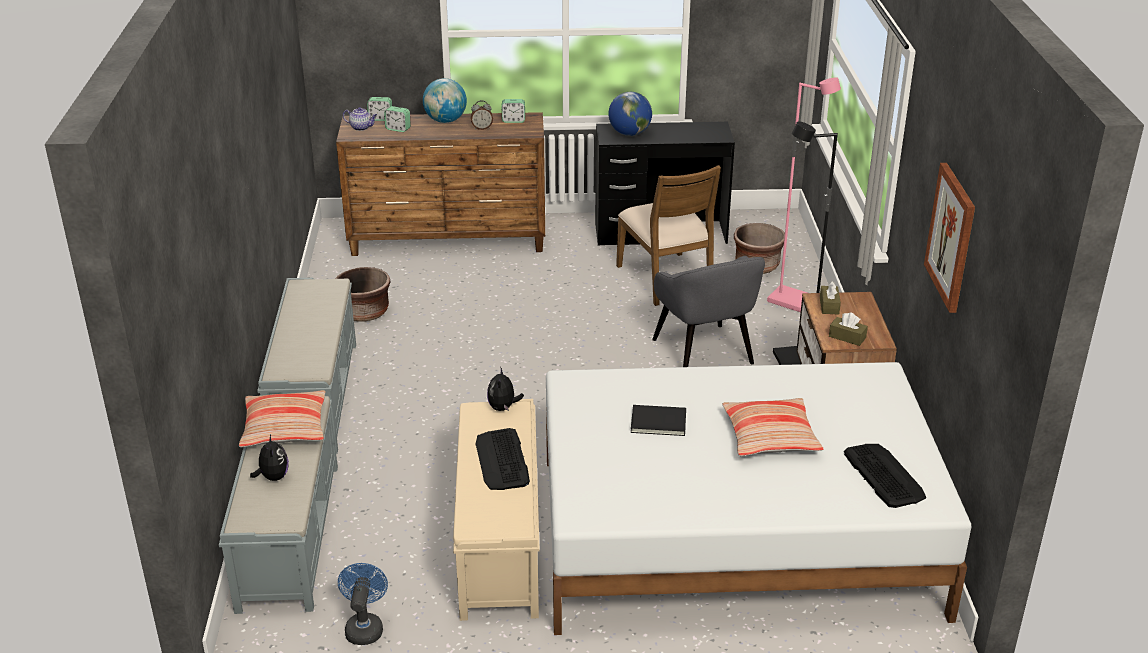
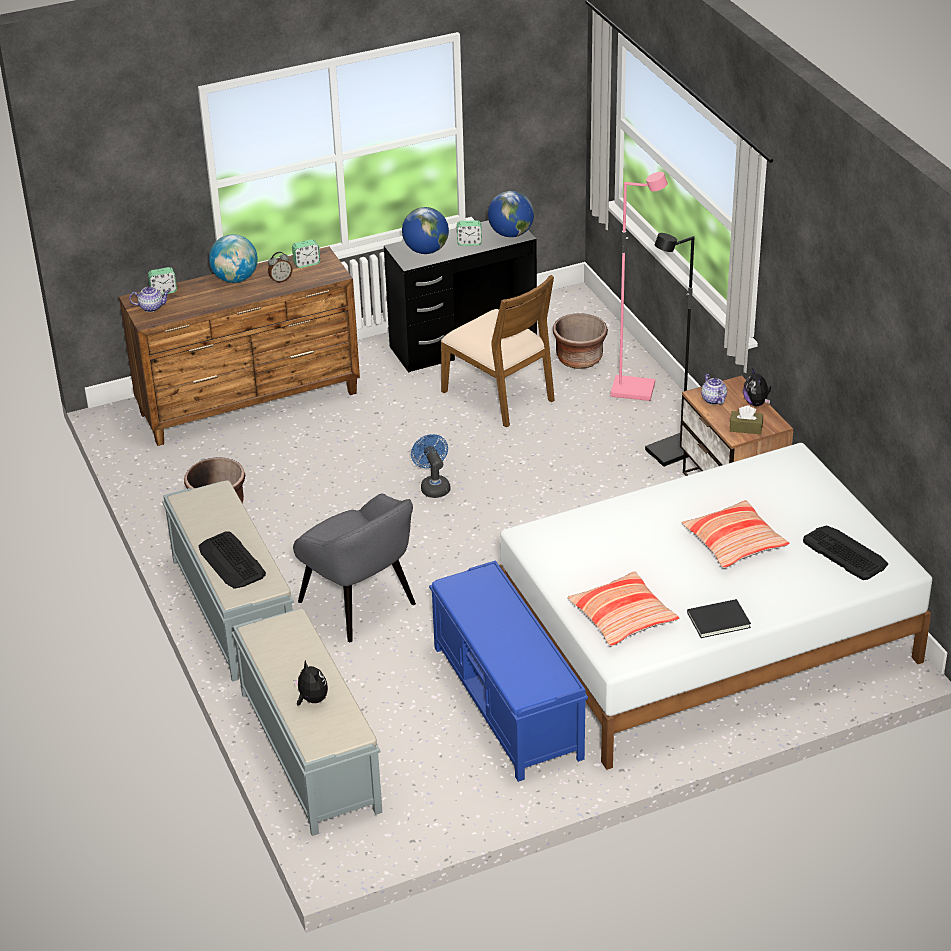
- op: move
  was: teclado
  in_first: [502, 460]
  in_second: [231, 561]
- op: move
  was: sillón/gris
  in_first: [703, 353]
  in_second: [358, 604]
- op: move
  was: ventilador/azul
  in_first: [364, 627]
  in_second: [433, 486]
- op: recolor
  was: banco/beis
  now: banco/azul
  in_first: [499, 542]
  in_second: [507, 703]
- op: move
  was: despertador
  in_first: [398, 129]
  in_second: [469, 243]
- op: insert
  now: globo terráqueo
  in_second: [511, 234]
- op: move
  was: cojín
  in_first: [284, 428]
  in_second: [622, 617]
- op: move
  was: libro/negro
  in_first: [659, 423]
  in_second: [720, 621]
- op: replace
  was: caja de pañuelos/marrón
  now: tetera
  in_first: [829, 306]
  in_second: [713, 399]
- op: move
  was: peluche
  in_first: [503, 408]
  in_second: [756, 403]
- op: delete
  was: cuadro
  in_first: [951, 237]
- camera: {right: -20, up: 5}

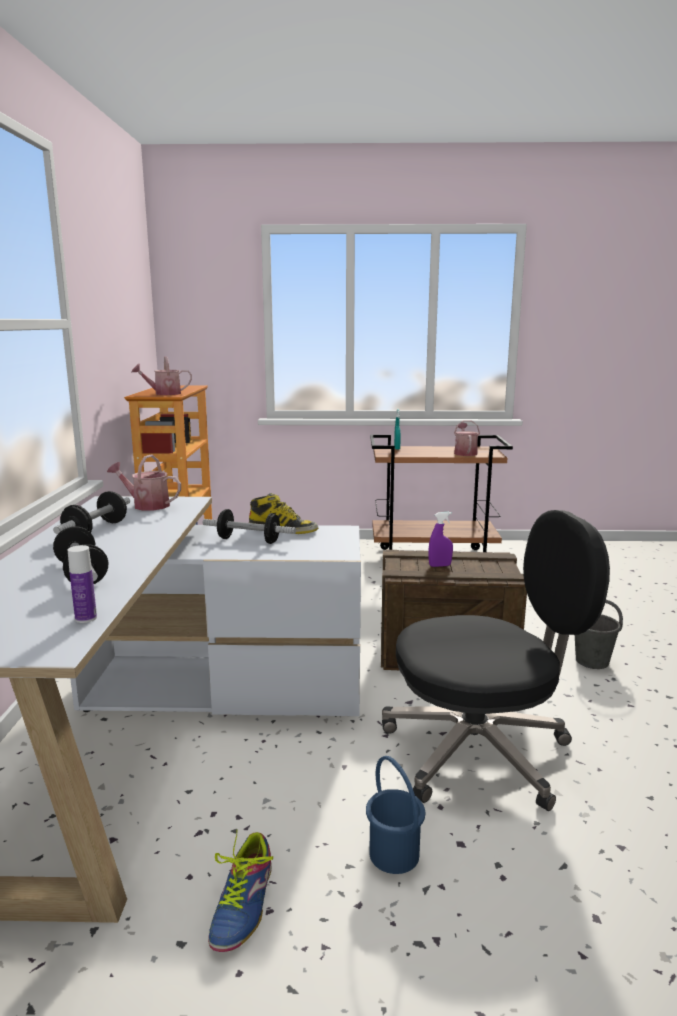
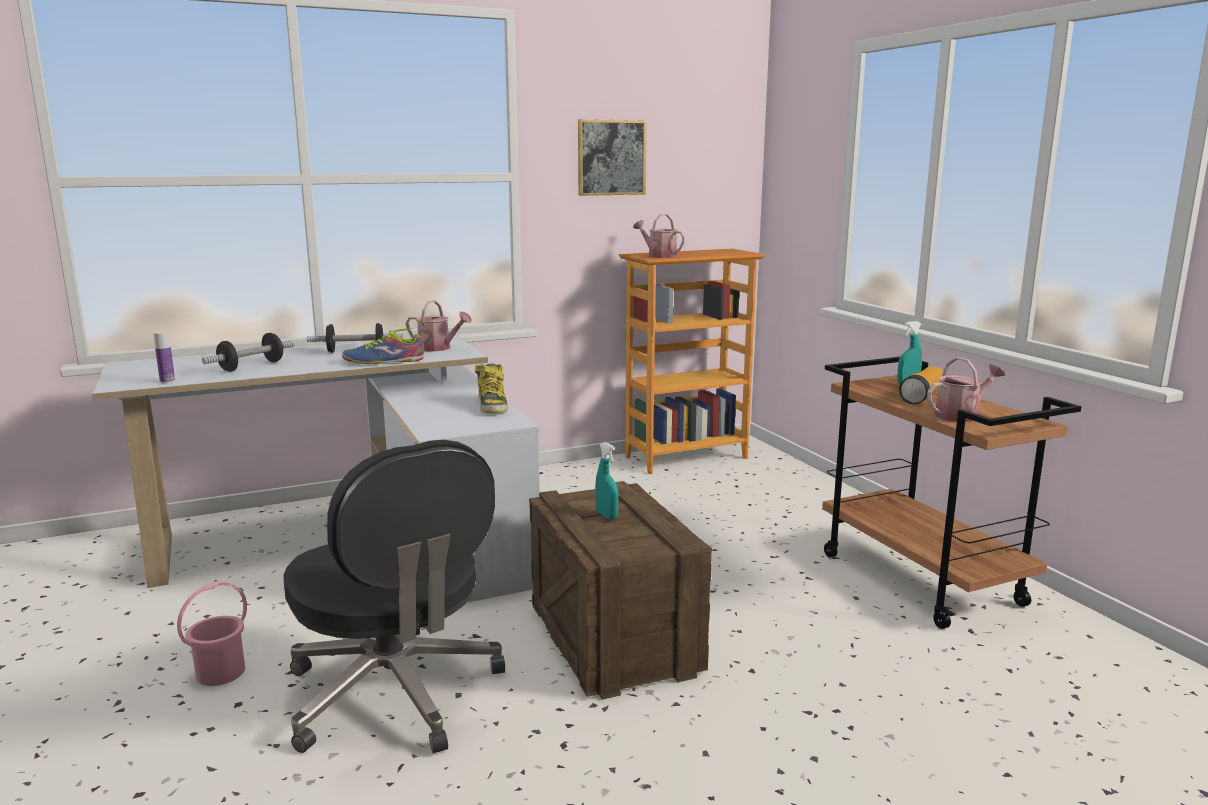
- op: recolor
  was: cubo/azul
  now: cubo/rosa
  in_first: [393, 854]
  in_second: [219, 672]
- op: move
  was: zapato
  in_first: [243, 904]
  in_second: [384, 361]
- op: rotate
  was: regadera
  in_first: [147, 505]
  in_second: [438, 348]
  clockwise: 120
- op: insert
  now: cuadro
  in_second: [611, 157]
- op: recolor
  was: pulverizador/morado
  now: pulverizador/turquesa
  in_first: [440, 565]
  in_second: [606, 515]
- op: insert
  now: linterna
  in_second: [922, 396]
- op: delete
  was: mancuerna
  in_first: [249, 540]
- op: delete
  was: cubo/gris
  in_first: [592, 661]
- camera: {right: 65, up: 0}

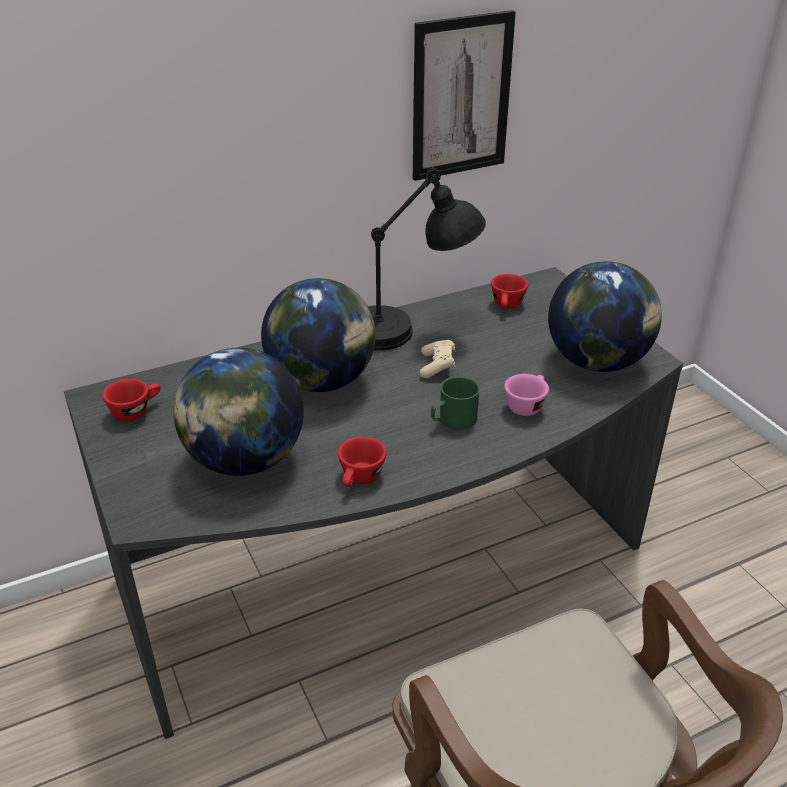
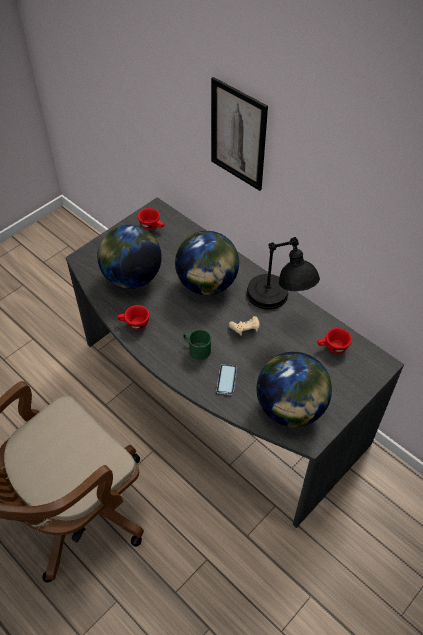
- op: move
  was: cuadro
  in_first: [461, 97]
  in_second: [238, 135]
- op: replace
  was: taza/rosa
  now: móvil
  in_first: [526, 405]
  in_second: [226, 380]
- camera: {right: 70, up: 15}

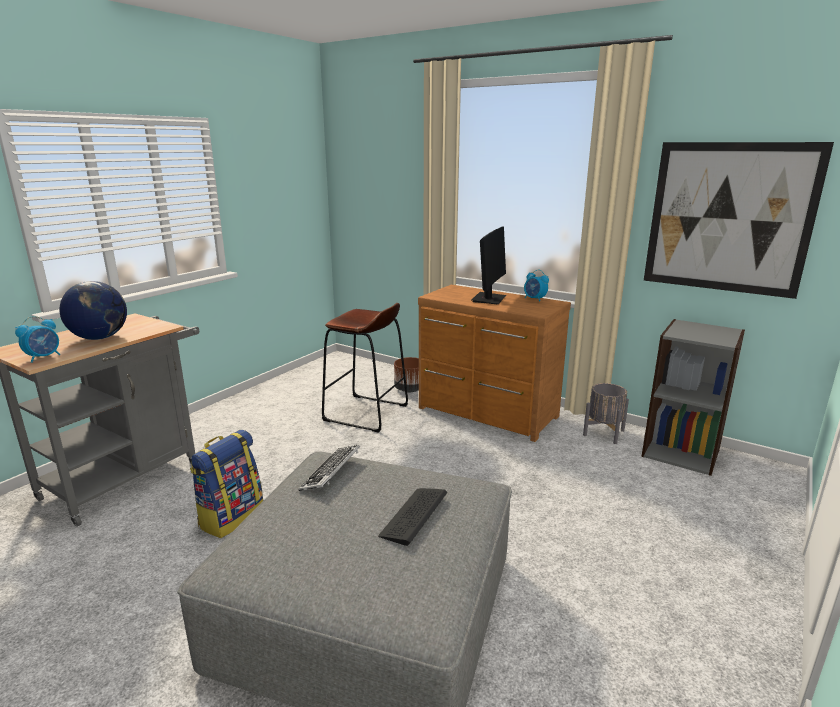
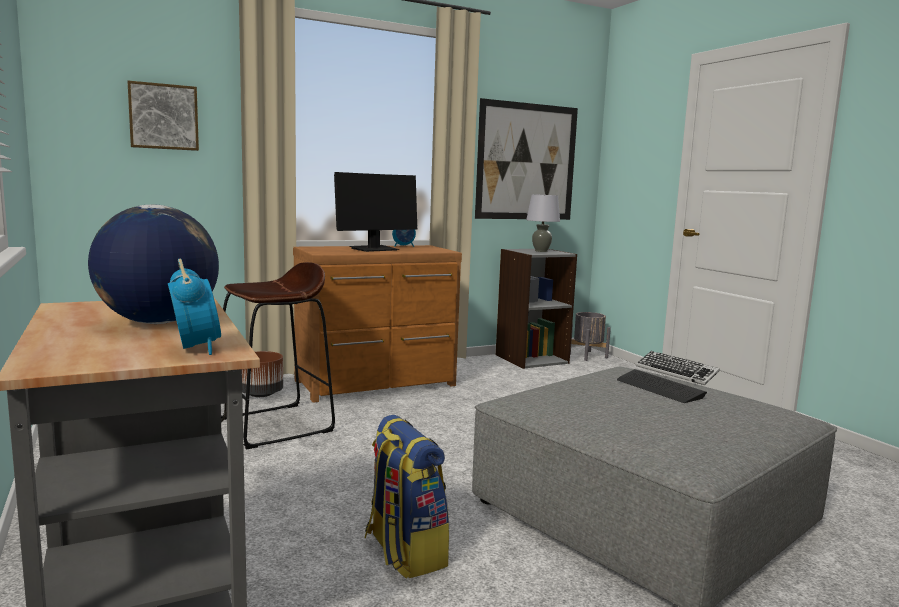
- op: insert
  now: cuadro
  in_second: [163, 117]
- op: rotate
  was: monitor
  in_first: [489, 299]
  in_second: [374, 249]
  clockwise: 90
- op: insert
  now: lámpara de mesa/gris
  in_second: [541, 251]
- op: move
  was: maceta/gris
  in_first: [603, 433]
  in_second: [587, 355]
- op: move
  was: teclado
  in_first: [331, 472]
  in_second: [676, 373]
- camera: {right: -60, up: -10}

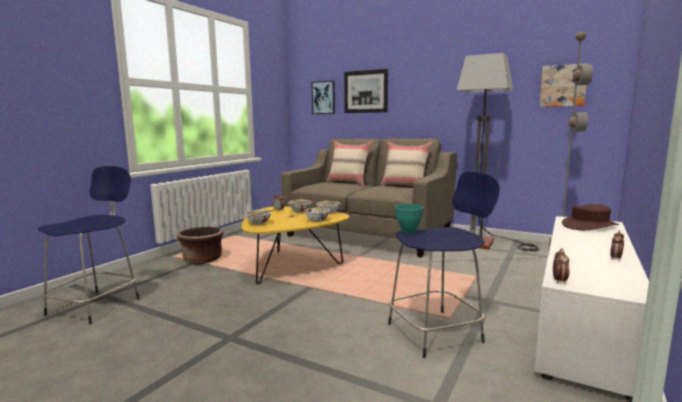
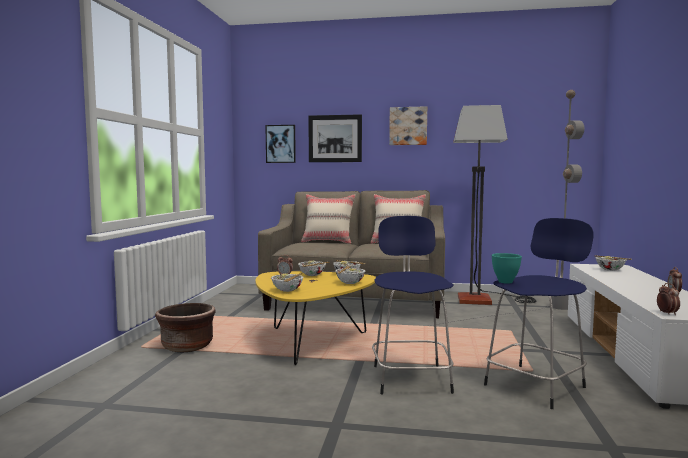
- op: move
  was: taburete/azul
  in_first: [97, 305]
  in_second: [410, 377]
- op: move
  was: cuadro
  in_first: [563, 86]
  in_second: [408, 126]
- op: replace
  was: sombrero/marrón
  now: cuenco
  in_first: [589, 226]
  in_second: [610, 269]
- camera: {right: -20, up: -5}

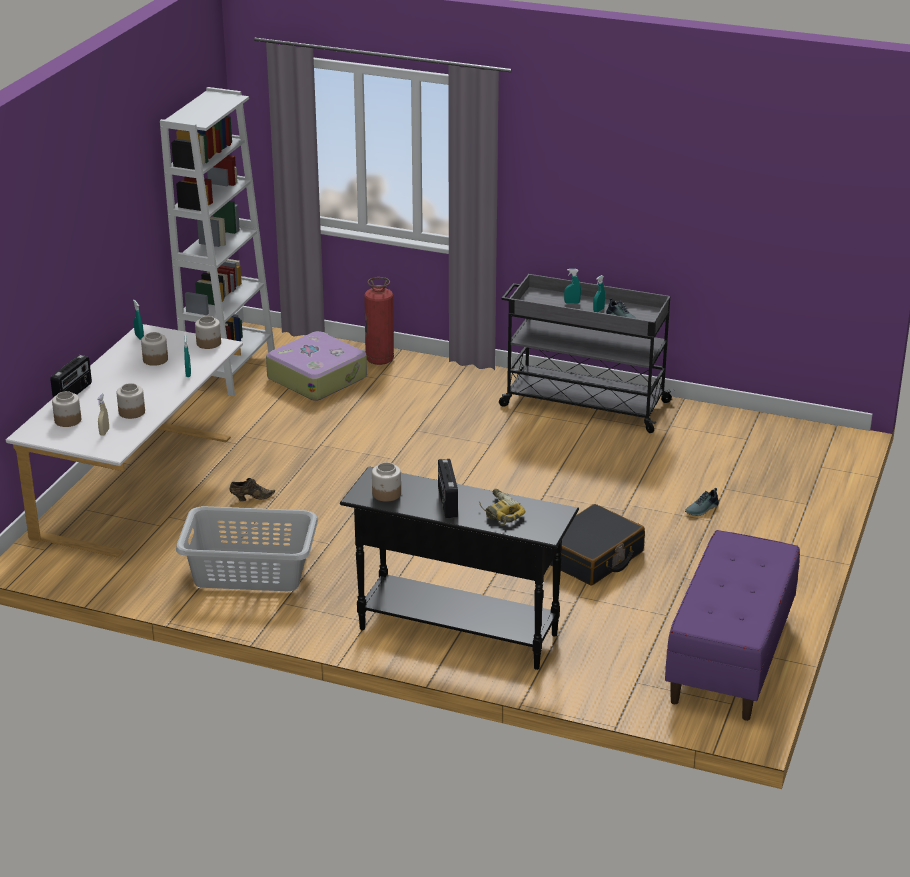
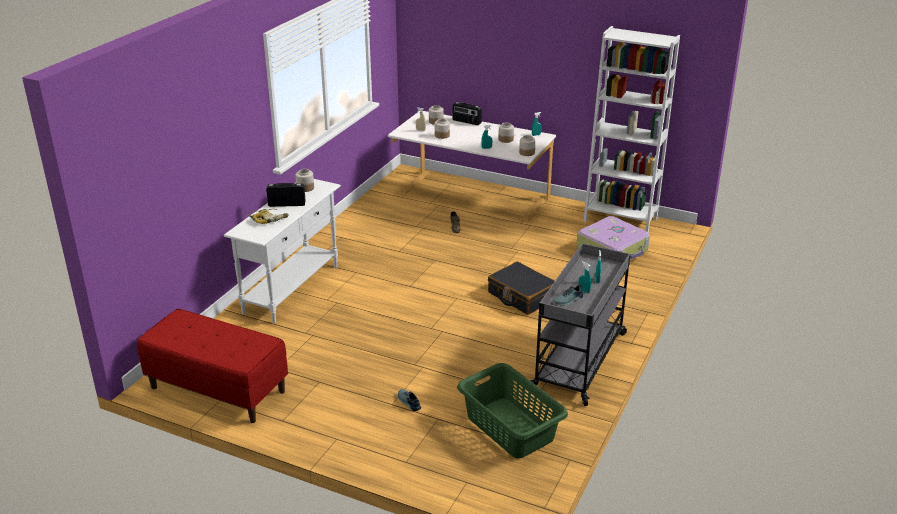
- op: recolor
  was: banco/morado
  now: banco/rojo
  in_first: [730, 659]
  in_second: [217, 390]
- op: recolor
  was: mesa consola/negro
  now: mesa consola/blanco
  in_first: [457, 631]
  in_second: [292, 289]
- op: insert
  now: cesto de la ropa/verde
  in_second: [510, 428]
- op: move
  was: maleta/negro
  in_first: [593, 557]
  in_second: [521, 296]
- op: delete
  was: cesto de la ropa/gris
  in_first: [249, 571]
- op: delete
  was: extintor
  in_first: [379, 359]
- camera: {right: 95, up: 0}

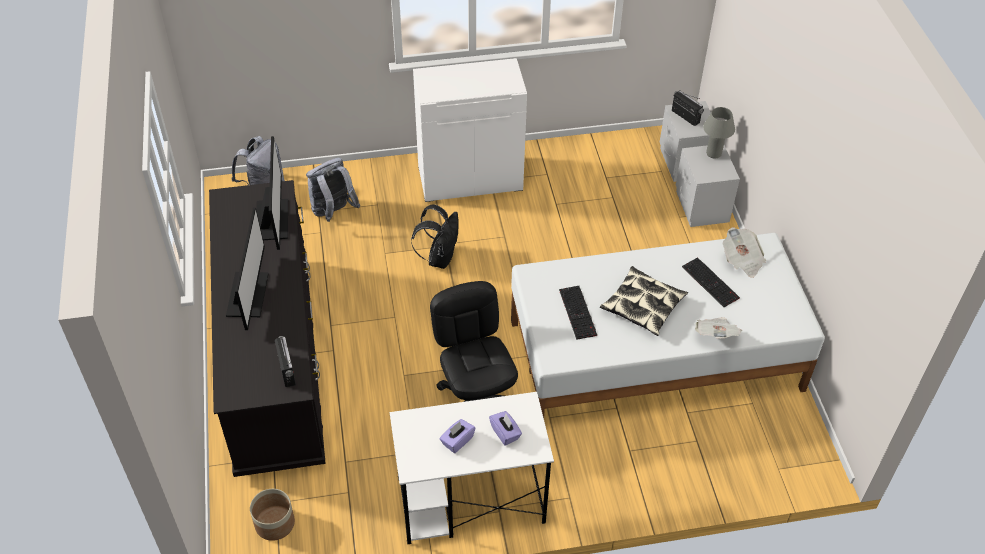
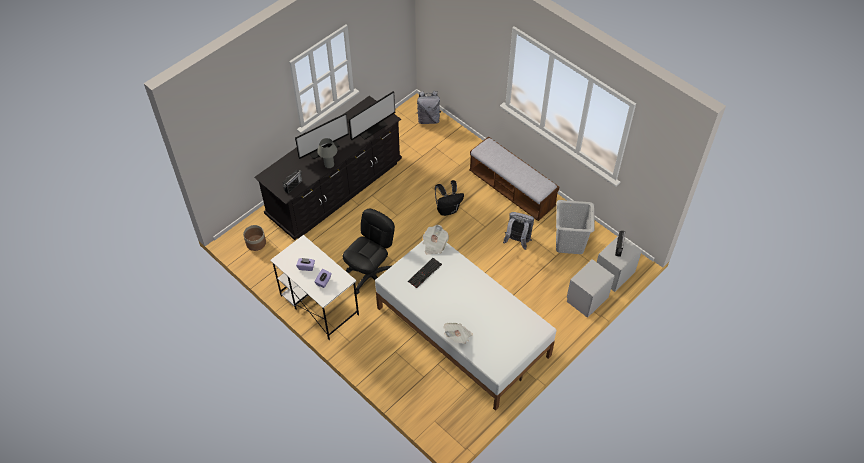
- op: move
  was: lámpara de mesa/gris
  in_first: [713, 153]
  in_second: [329, 164]
- op: move
  was: periódico
  in_first: [742, 260]
  in_second: [434, 244]
- op: replace
  was: armario/blanco
  now: banco
  in_first: [470, 178]
  in_second: [511, 190]
- op: move
  was: mochila/gris
  in_first: [333, 212]
  in_second: [517, 241]
- op: insert
  now: cesto de la ropa/gris
  in_second: [570, 243]
- op: delete
  was: cojín
  in_first: [643, 306]
- op: delete
  was: teclado
  in_first: [711, 282]
- camera: {right: 55, up: 5}

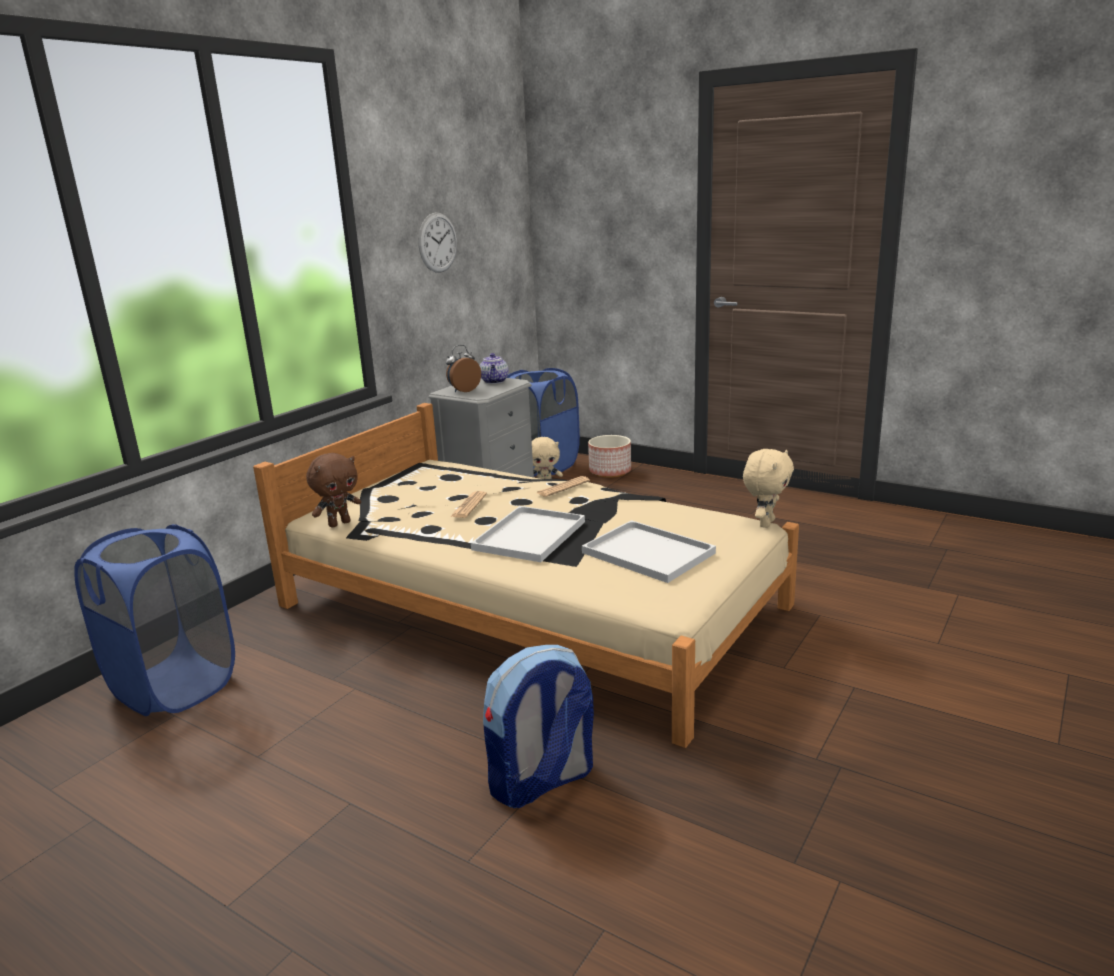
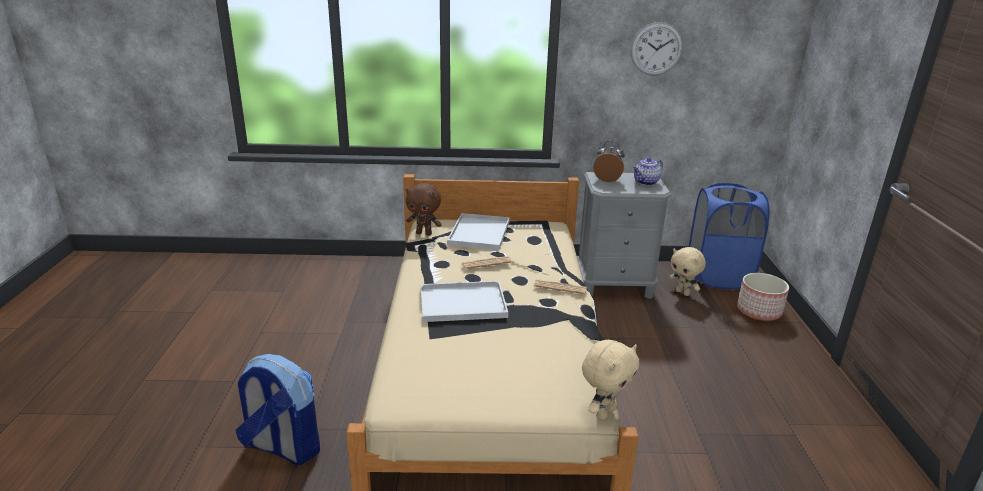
- op: move
  was: bandeja/blanco
  in_first: [650, 553]
  in_second: [480, 233]
- op: rotate
  was: peluche/beis
  in_first: [765, 523]
  in_second: [604, 412]
  clockwise: -45
- op: delete
  was: cesto de la ropa/azul
  in_first: [174, 686]
- camera: {right: 55, up: 5}

